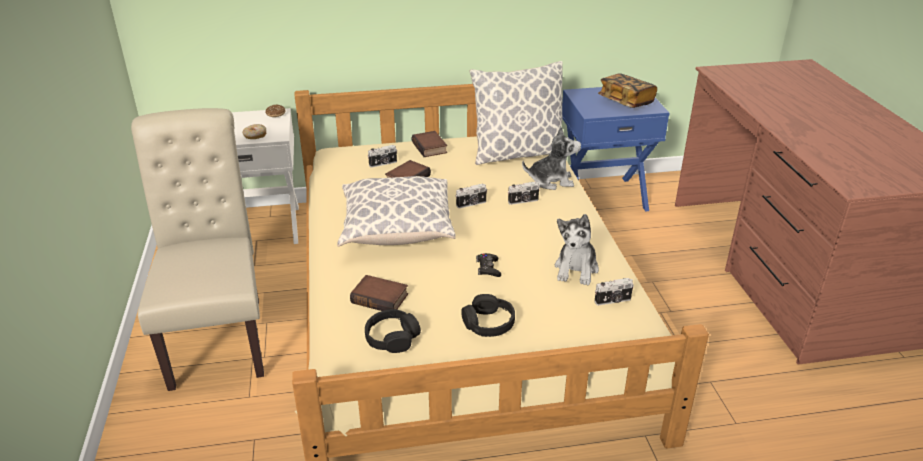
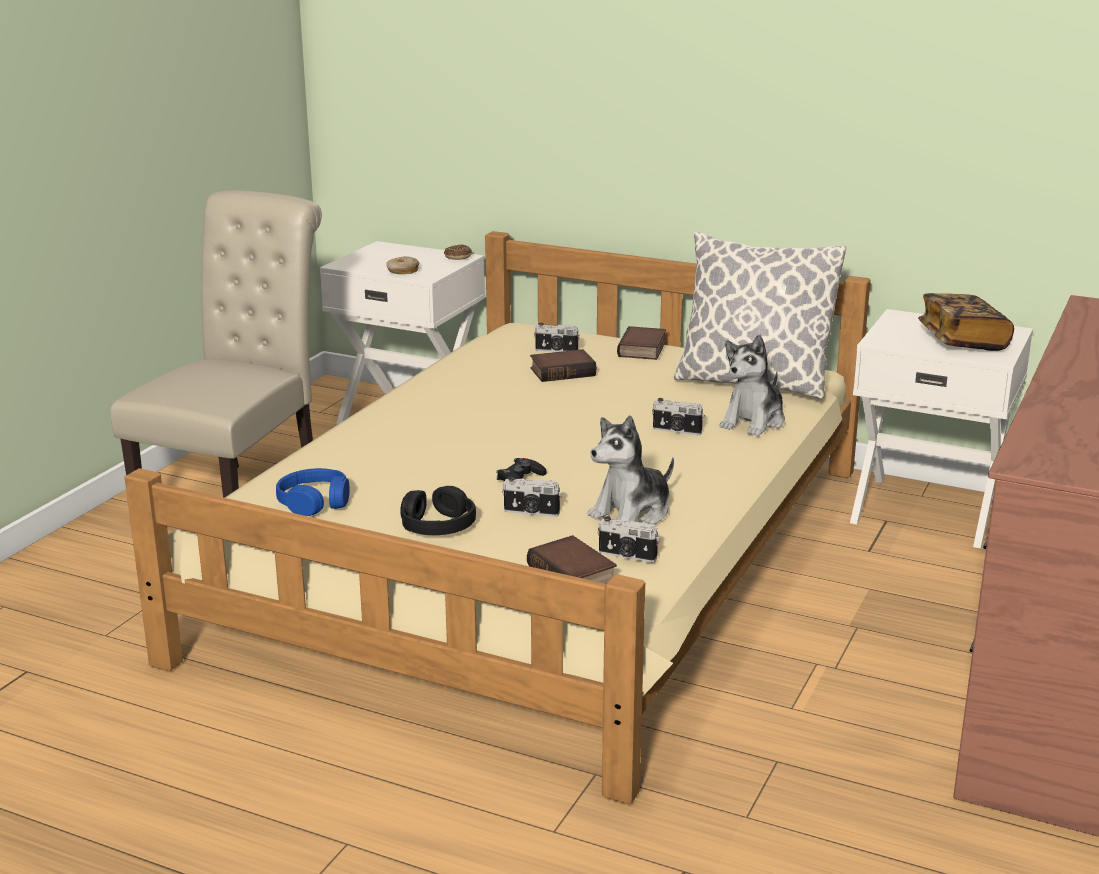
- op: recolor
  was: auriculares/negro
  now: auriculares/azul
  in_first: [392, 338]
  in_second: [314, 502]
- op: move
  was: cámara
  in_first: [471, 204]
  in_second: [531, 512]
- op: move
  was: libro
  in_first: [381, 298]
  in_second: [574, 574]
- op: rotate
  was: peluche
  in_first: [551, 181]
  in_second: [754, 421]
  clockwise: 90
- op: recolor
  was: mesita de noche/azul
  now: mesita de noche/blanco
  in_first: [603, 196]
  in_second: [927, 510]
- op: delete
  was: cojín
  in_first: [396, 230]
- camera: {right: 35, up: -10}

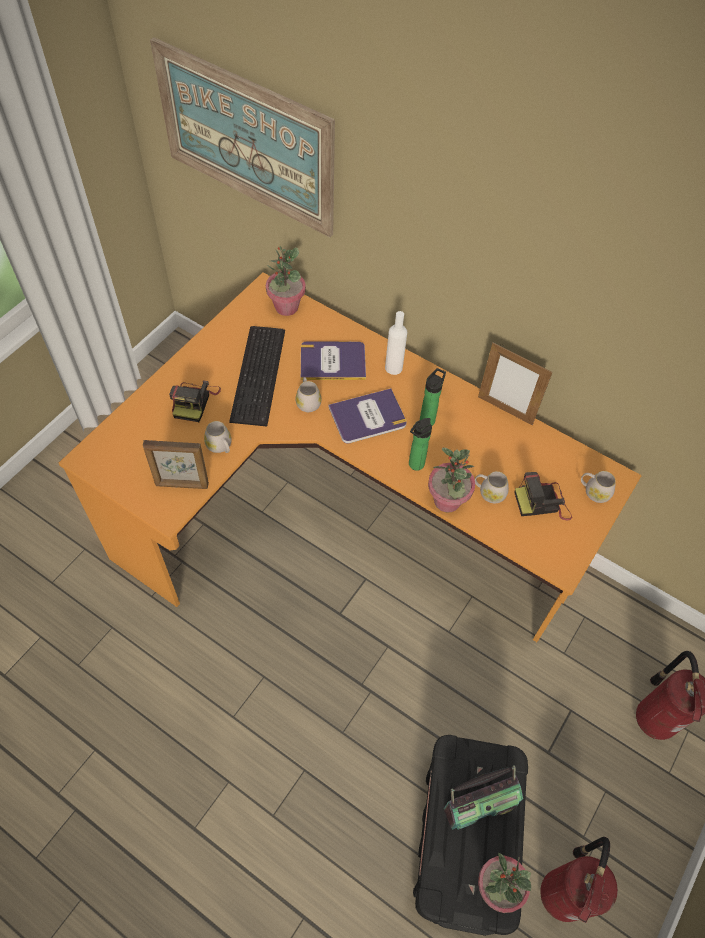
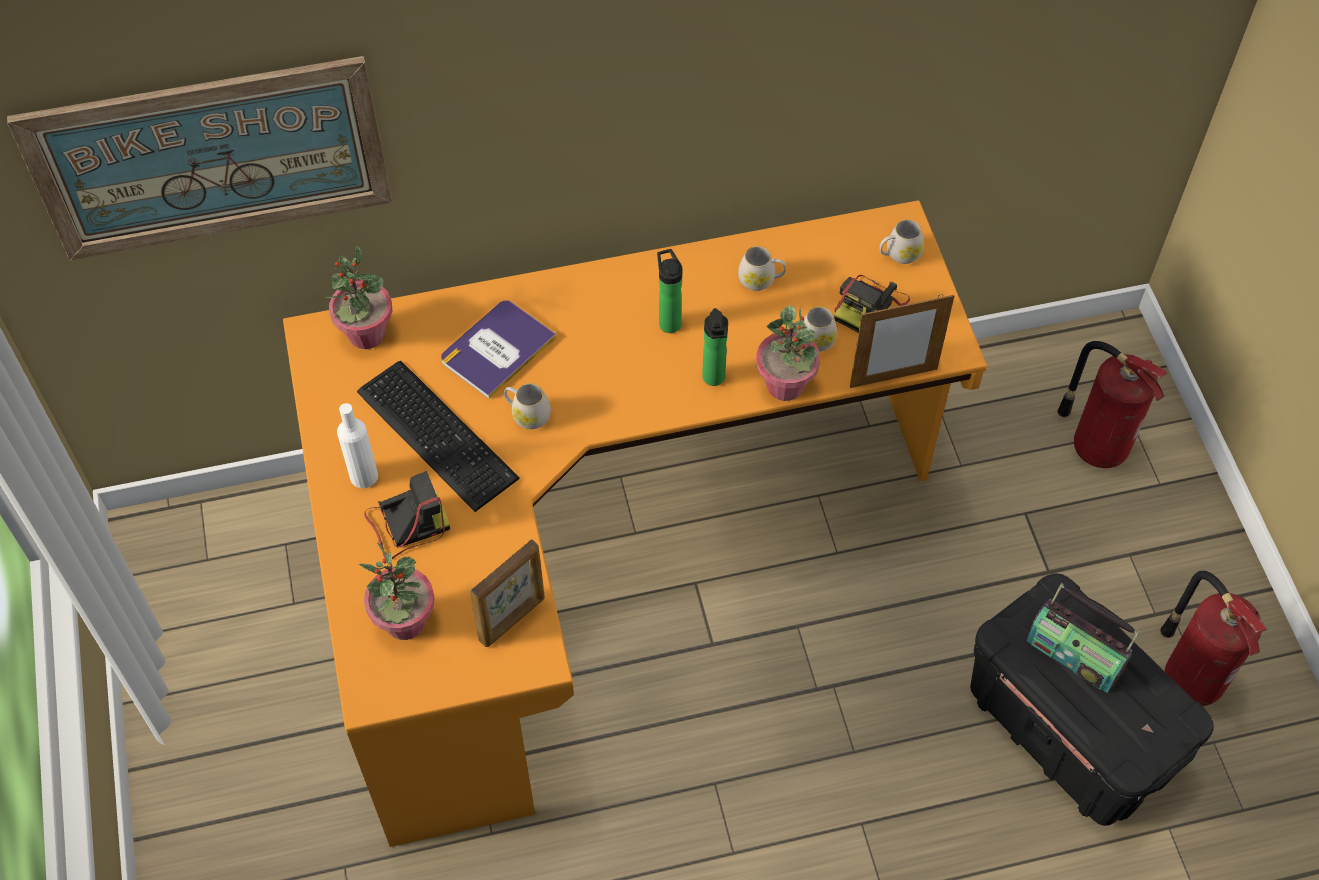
- op: move
  was: botella/blanco
  in_first: [393, 367]
  in_second: [364, 476]
- op: move
  was: planta en maceta
  in_first: [496, 887]
  in_second: [405, 622]
- op: rotate
  was: cámara
  in_first: [194, 401]
  in_second: [406, 525]
  clockwise: -75
- op: move
  was: taza grande/blanco
  in_first: [220, 447]
  in_second: [761, 280]
- op: move
  was: portarretratos
  in_first: [505, 410]
  in_second: [893, 378]
- op: rotate
  was: radio
  in_first: [479, 804]
  in_second: [1075, 654]
  clockwise: 105
- op: delete
  was: libro
  in_first: [367, 417]
- camera: {right: -45, up: 0}

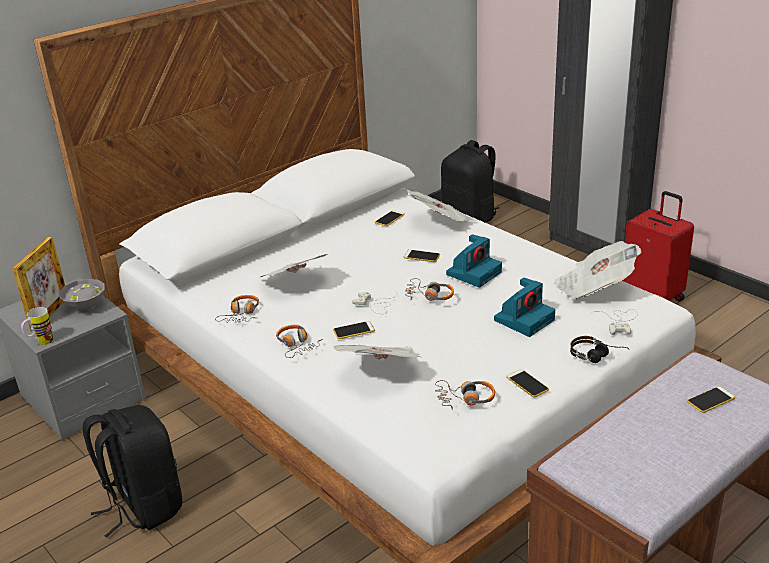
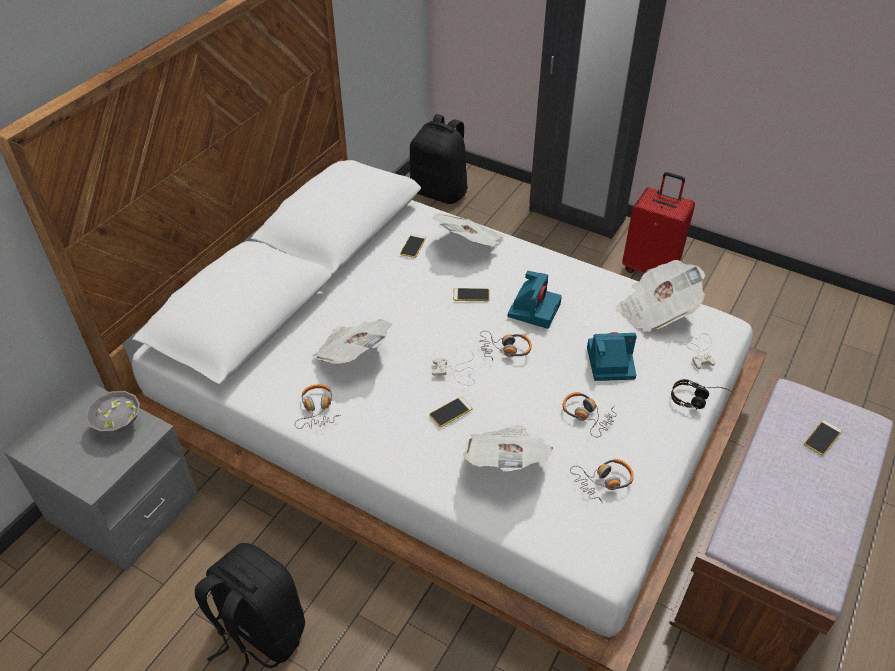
- op: move
  was: auriculares
  in_first: [296, 345]
  in_second: [587, 416]
- op: rotate
  was: cámara
  in_first: [524, 319]
  in_second: [609, 363]
  clockwise: -120
- op: delete
  was: portarretratos
  in_first: [50, 313]
- op: delete
  was: taza grande
  in_first: [41, 343]
- op: delete
  was: móvil
  in_first: [527, 384]
- camera: {right: -20, up: 15}

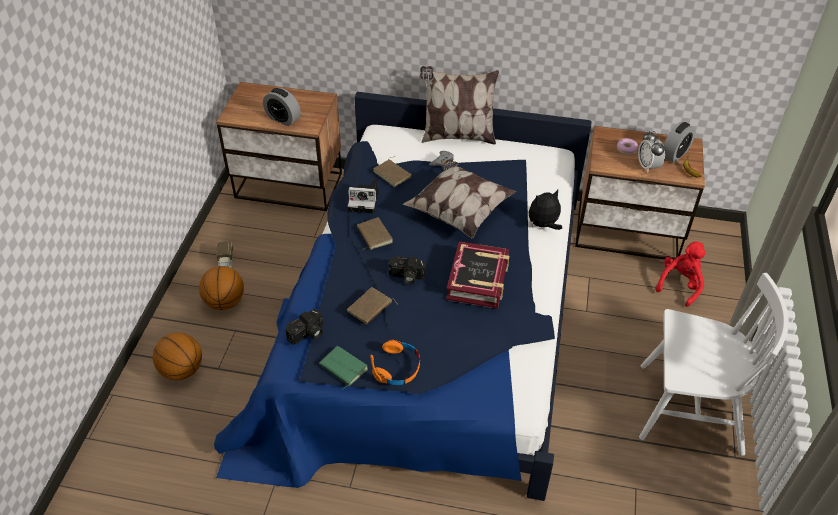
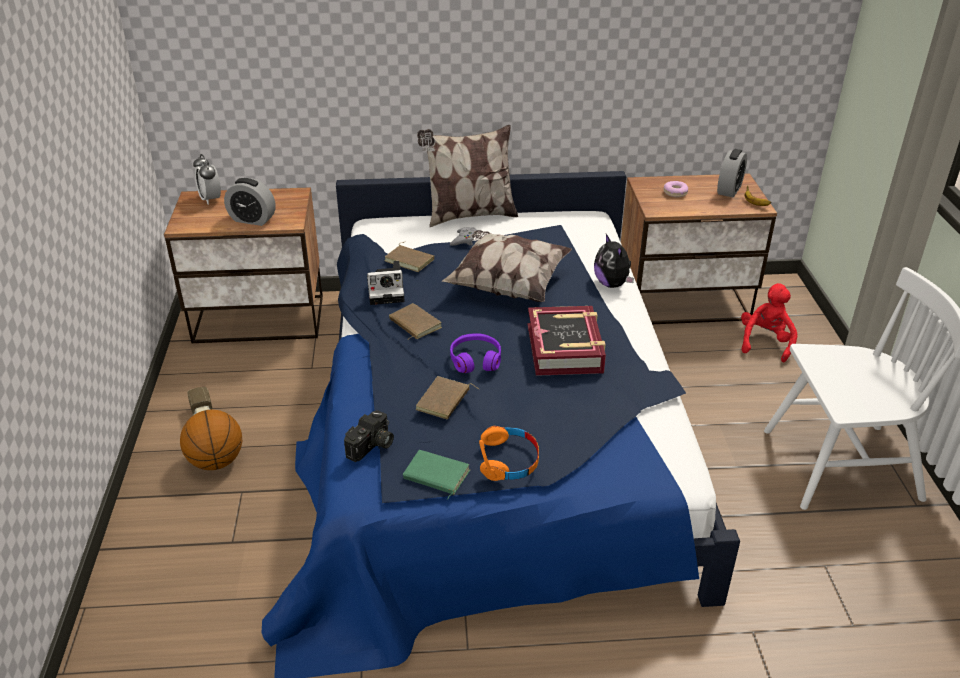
- op: move
  was: despertador
  in_first: [648, 166]
  in_second: [210, 199]
- op: replace
  was: cámara
  now: auriculares/morado
  in_first: [406, 277]
  in_second: [475, 359]
- op: rotate
  was: peluche
  in_first: [543, 225]
  in_second: [612, 284]
  clockwise: -75
- op: delete
  was: balón de baloncesto
  in_first: [182, 370]
- camera: {right: -15, up: -10}

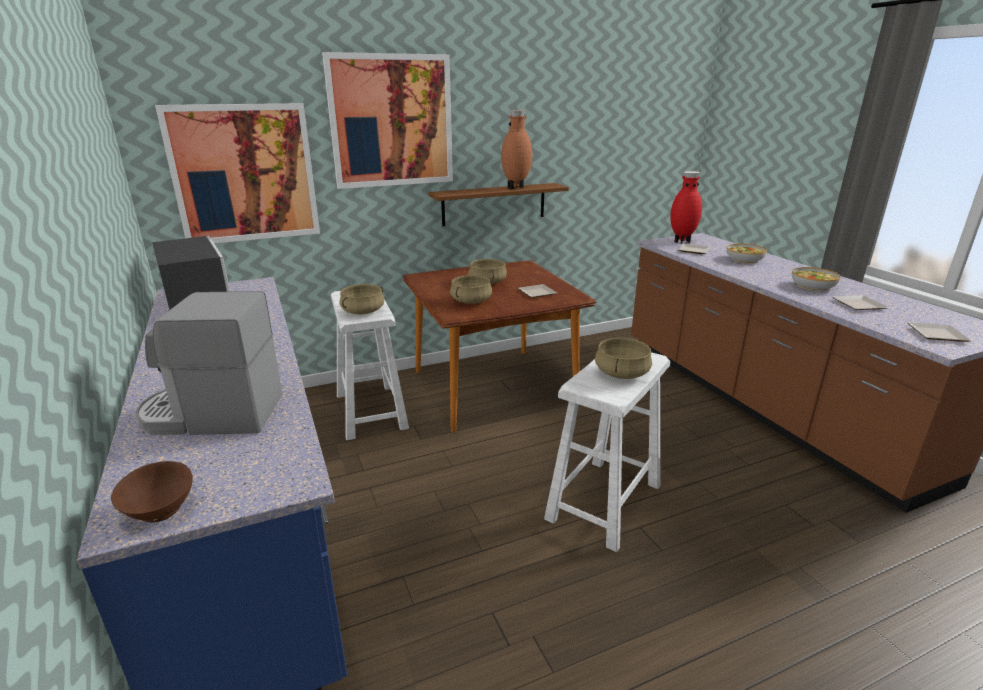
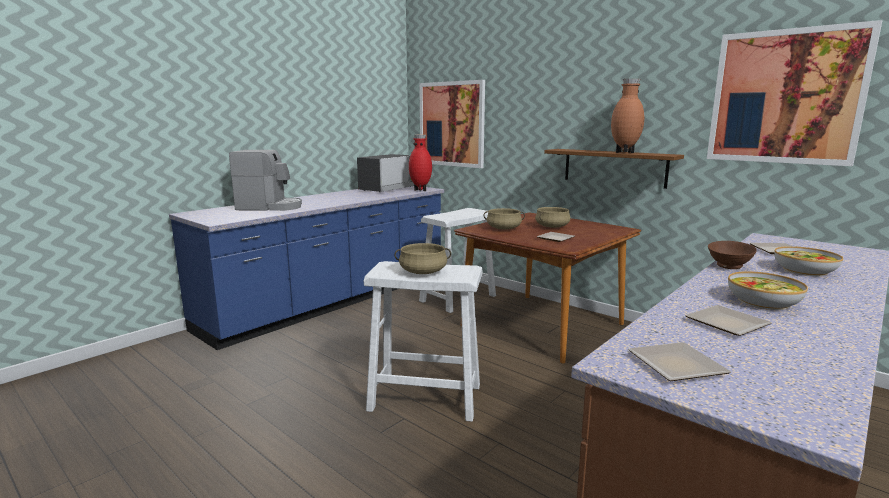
- op: rotate
  was: cafetera
  in_first: [212, 414]
  in_second: [270, 207]
  clockwise: 120
- op: move
  was: florero/rojo
  in_first: [681, 241]
  in_second: [421, 190]
- op: move
  was: cuadro
  in_first: [391, 121]
  in_second: [785, 97]
- op: move
  was: cuenco/marrón
  in_first: [159, 512]
  in_second: [728, 266]
- op: delete
  was: olla/beis
  in_first: [363, 312]
- camera: {right: 65, up: -10}

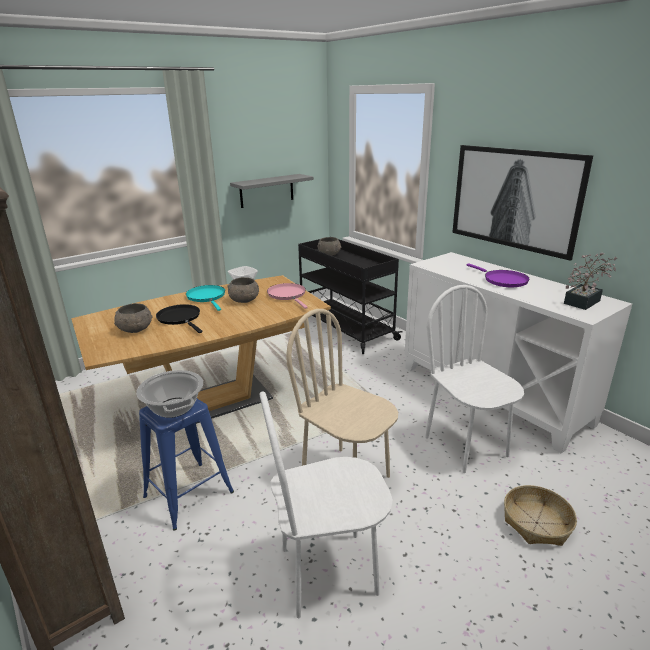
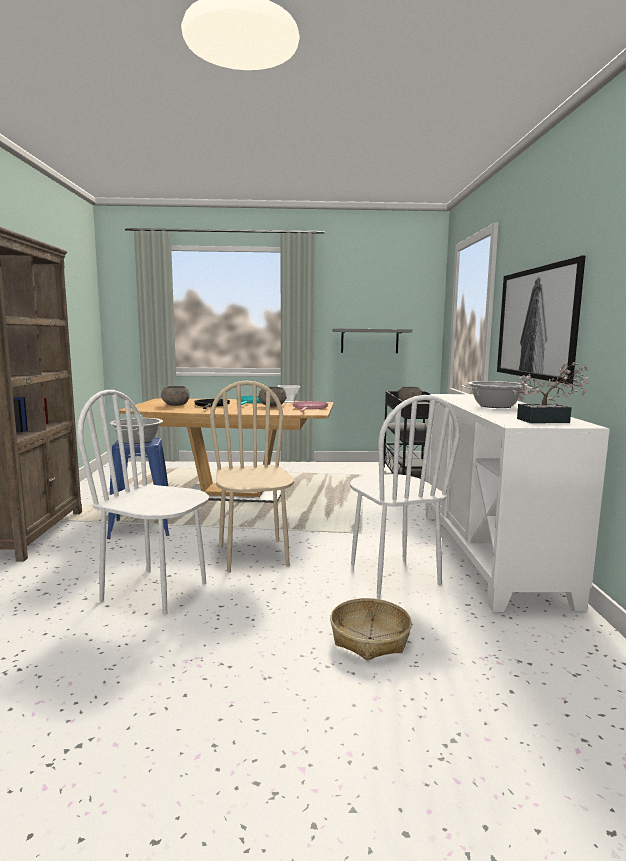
- op: rotate
  was: silla/blanco
  in_first: [466, 446]
  in_second: [393, 574]
  clockwise: 150
- op: replace
  was: sartén/morado
  now: olla
  in_first: [503, 280]
  in_second: [495, 406]
- camera: {right: 35, up: -15}

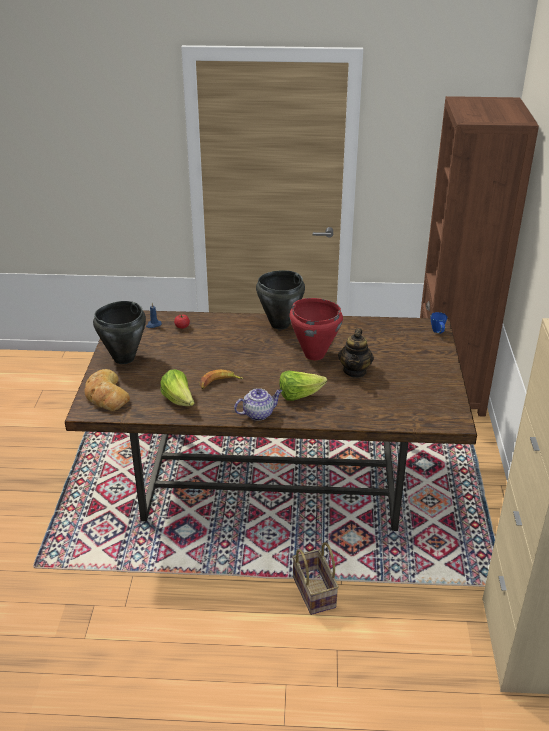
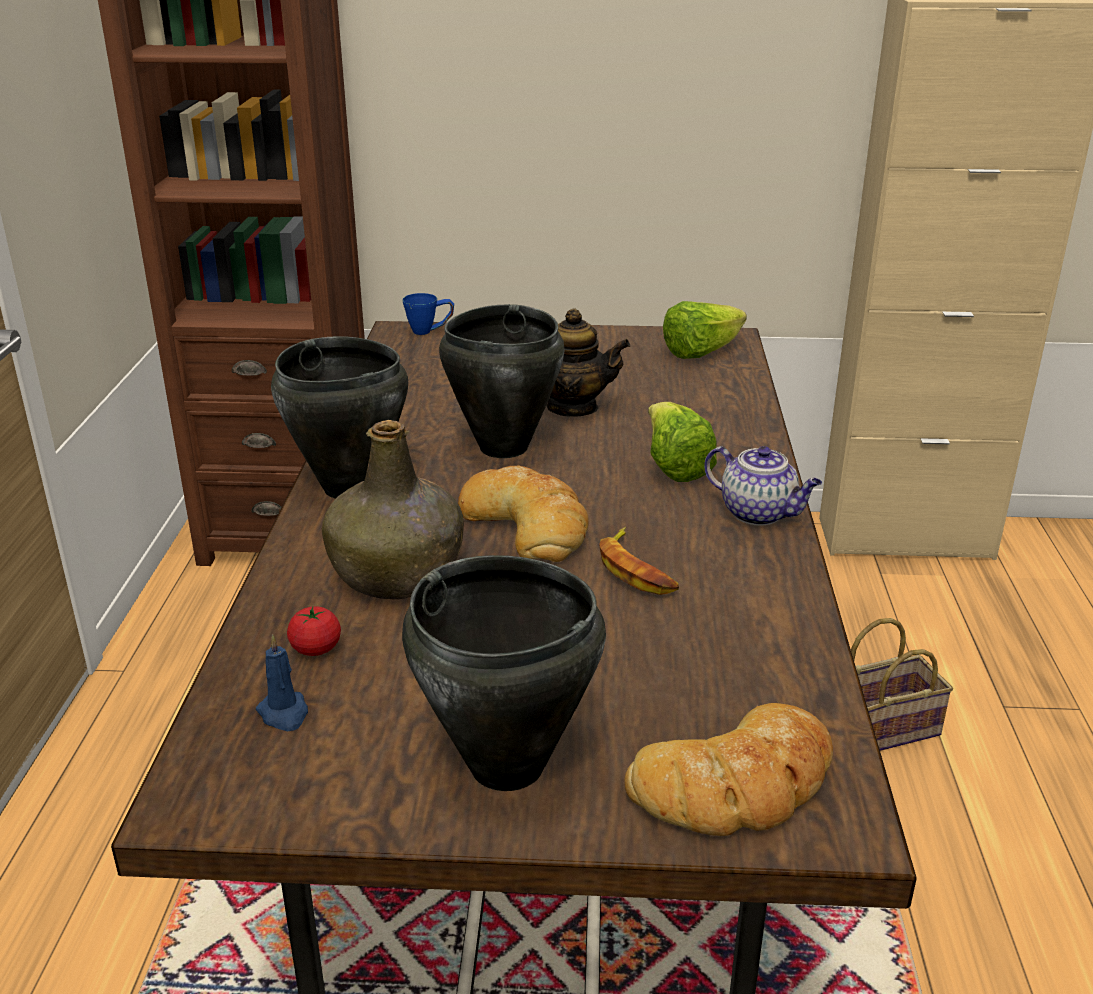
- op: insert
  now: botella/verde
  in_second: [398, 573]
- op: recolor
  was: olla/rojo
  now: olla/negro
  in_first: [314, 354]
  in_second: [502, 447]
- op: insert
  now: pan
  in_second: [527, 523]
- op: move
  was: lechuga
  in_first: [179, 400]
  in_second: [701, 352]
- op: rotate
  was: tetera
  in_first: [259, 414]
  in_second: [759, 513]
  clockwise: 150
- camera: {right: -90, up: -5}

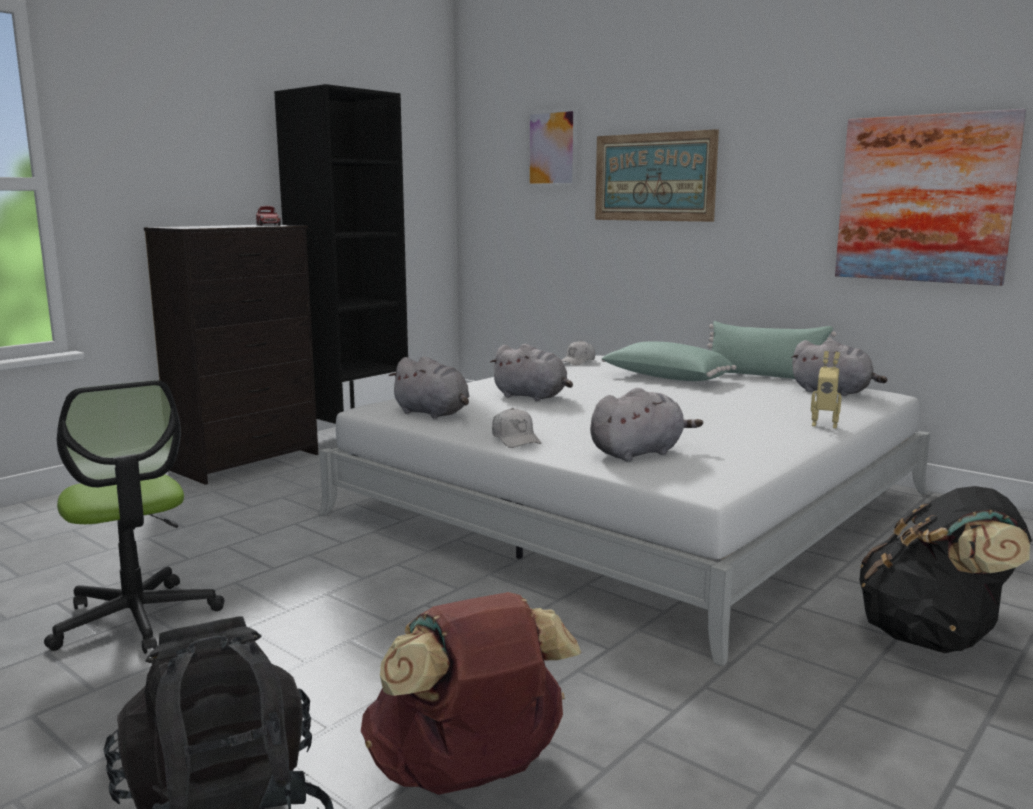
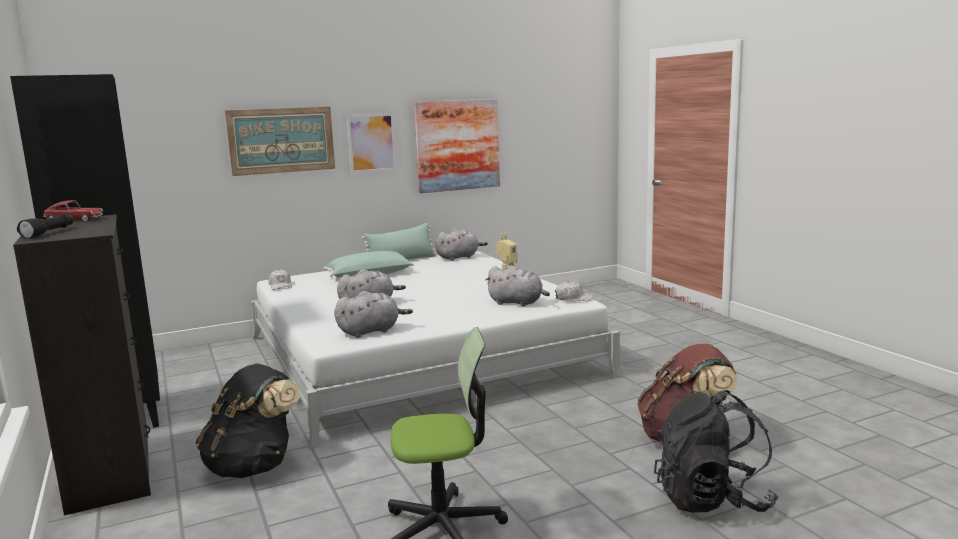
- op: insert
  now: linterna/negro
  in_second: [50, 233]
- op: move
  was: mochila/negro
  in_first: [933, 638]
  in_second: [253, 466]
- op: move
  was: cuadro
  in_first: [551, 148]
  in_second: [372, 143]
- op: rotate
  was: peluche/gris
  in_first: [639, 453]
  in_second: [517, 303]
  clockwise: 120
- op: move
  was: gorra/blanco
  in_first: [515, 439]
  in_second: [573, 298]
- camera: {right: -65, up: 0}

